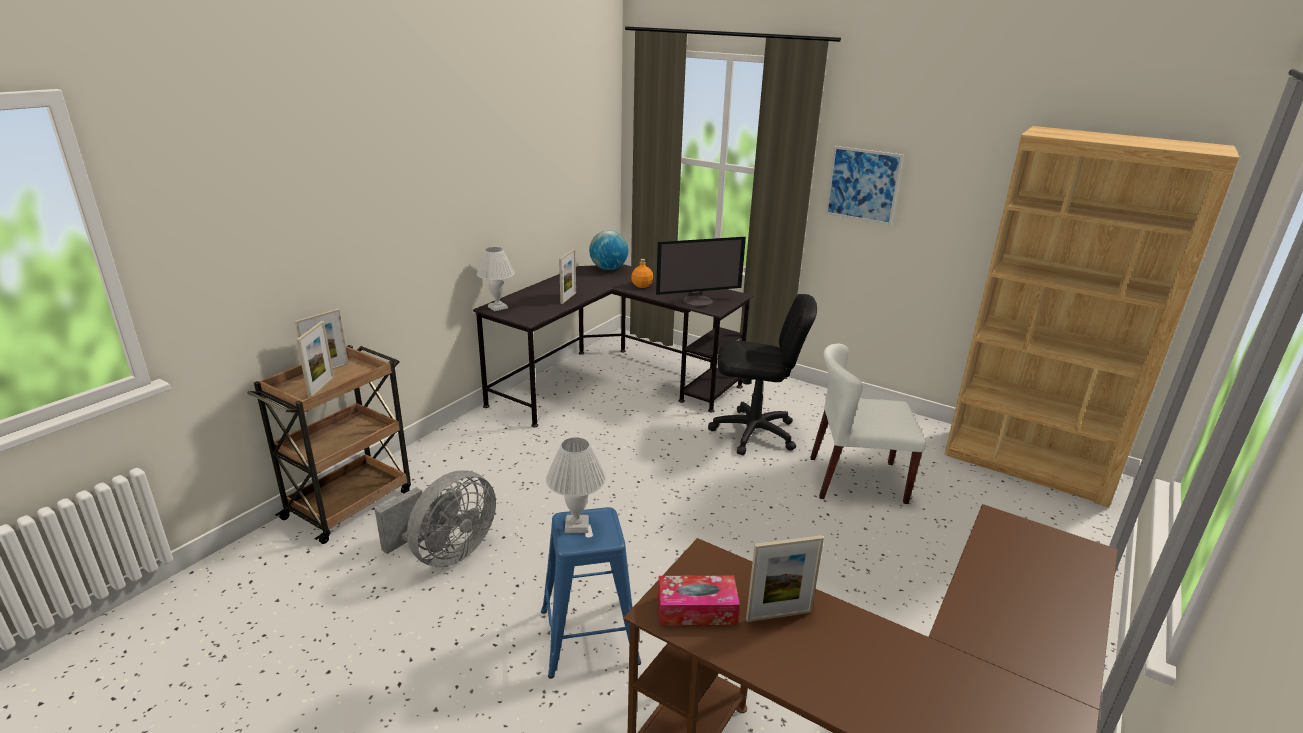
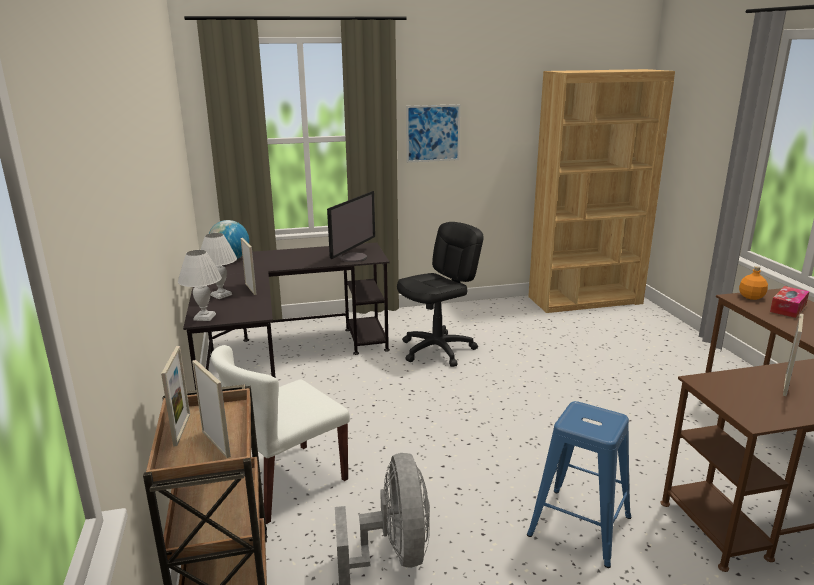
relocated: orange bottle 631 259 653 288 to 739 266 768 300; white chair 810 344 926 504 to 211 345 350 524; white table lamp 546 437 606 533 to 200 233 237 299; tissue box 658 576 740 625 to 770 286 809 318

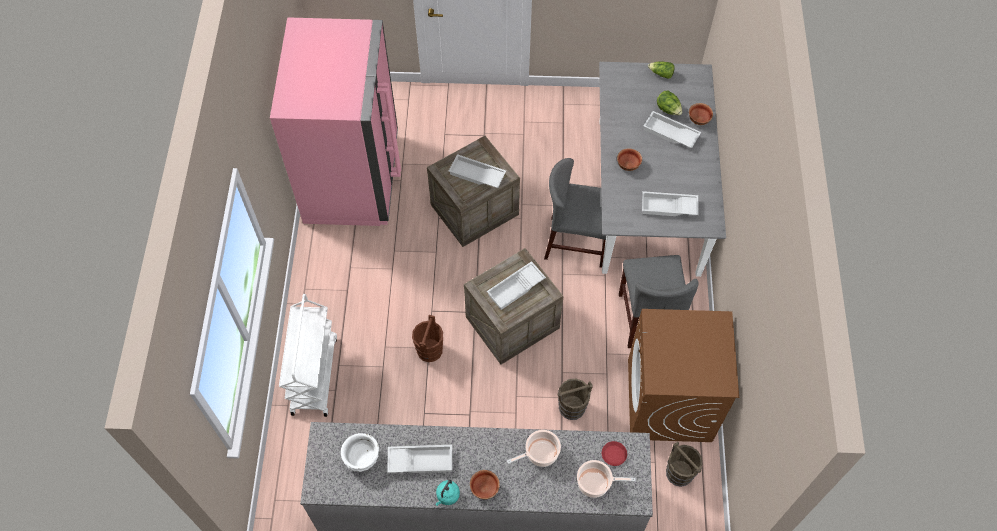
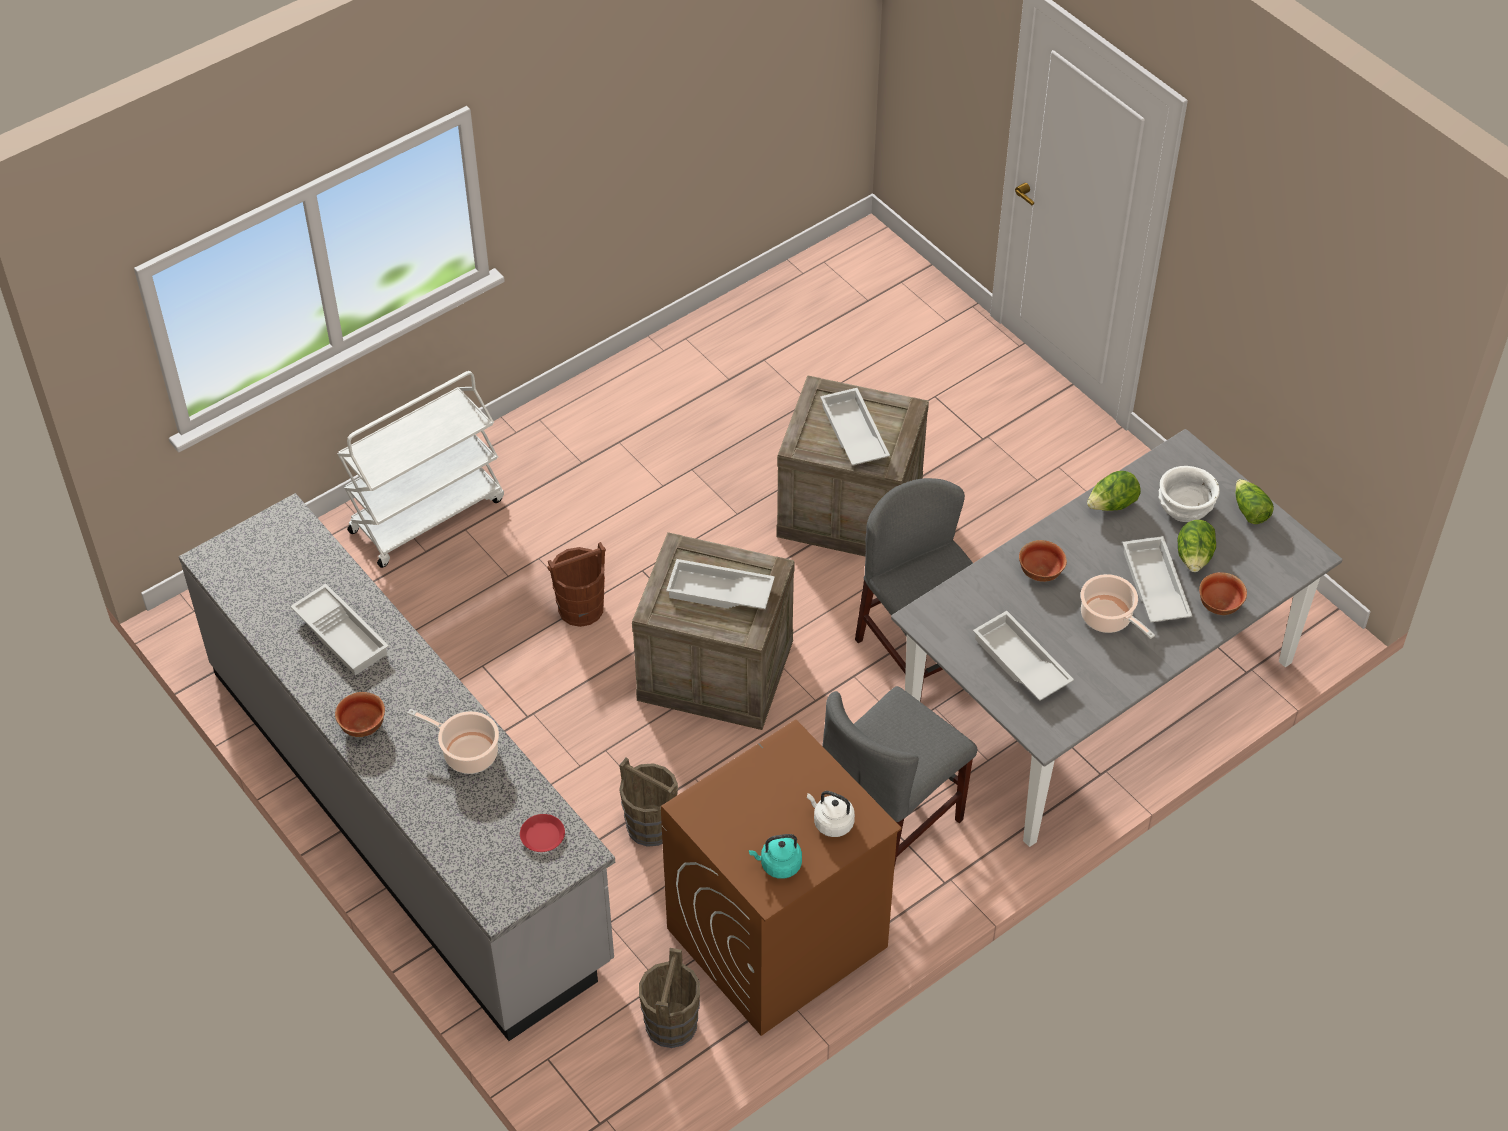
missing: pink fridge 270 17 401 226
appeared: lettuce 1087 471 1141 511; white kettle 807 791 855 837
relocated: white bowl 341 433 379 472 to 1158 466 1220 522; cooking pot 577 460 636 498 to 1080 574 1155 639; turquoise kettle 435 480 460 506 to 749 834 802 879

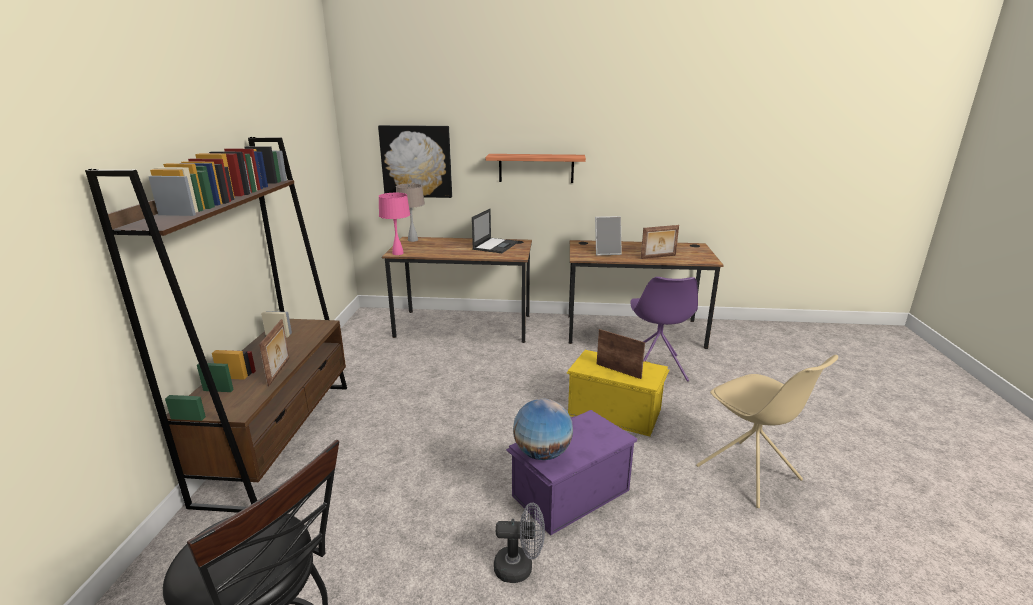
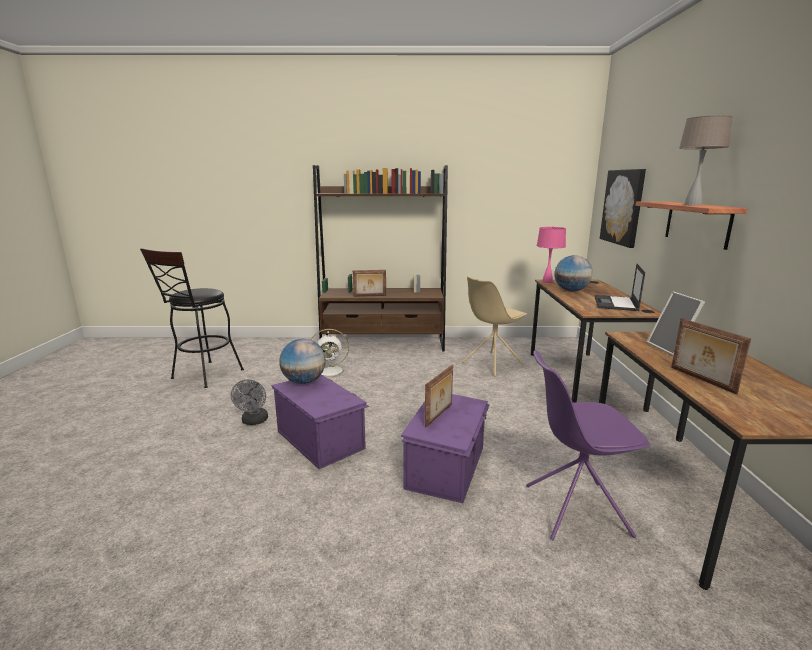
appeared: globe 554 255 593 292; white fan 311 329 350 379
relocated: beige table lamp 396 184 425 242 to 679 115 733 205; beige chair 696 355 838 508 to 462 276 527 376
colour: yellow storage box 566 350 669 437 to purple storage box 401 394 490 503
spun: laptop 472 209 518 253 = 595 264 645 311 90 degrees clockwise

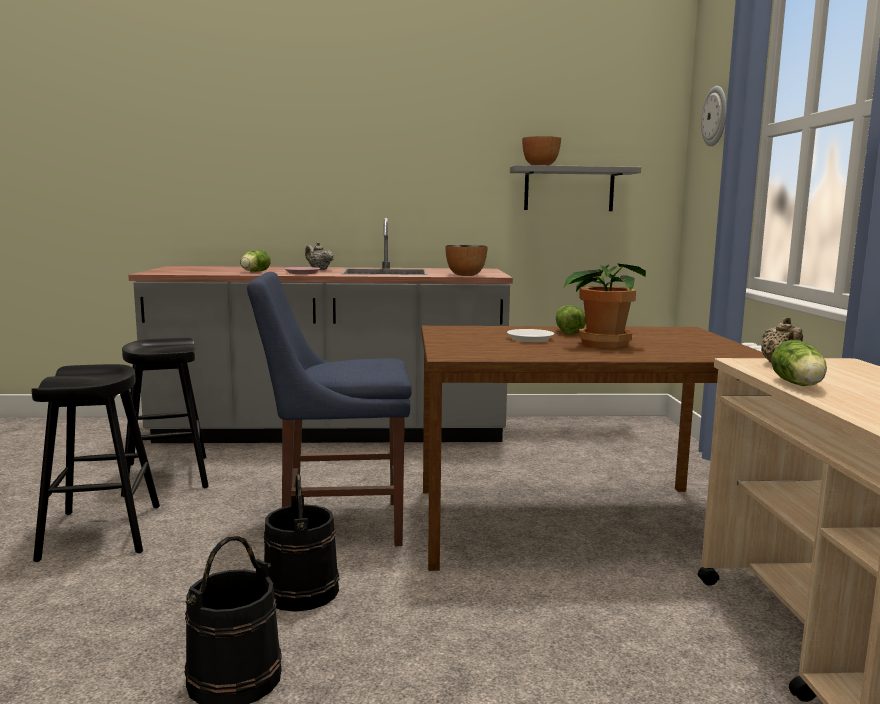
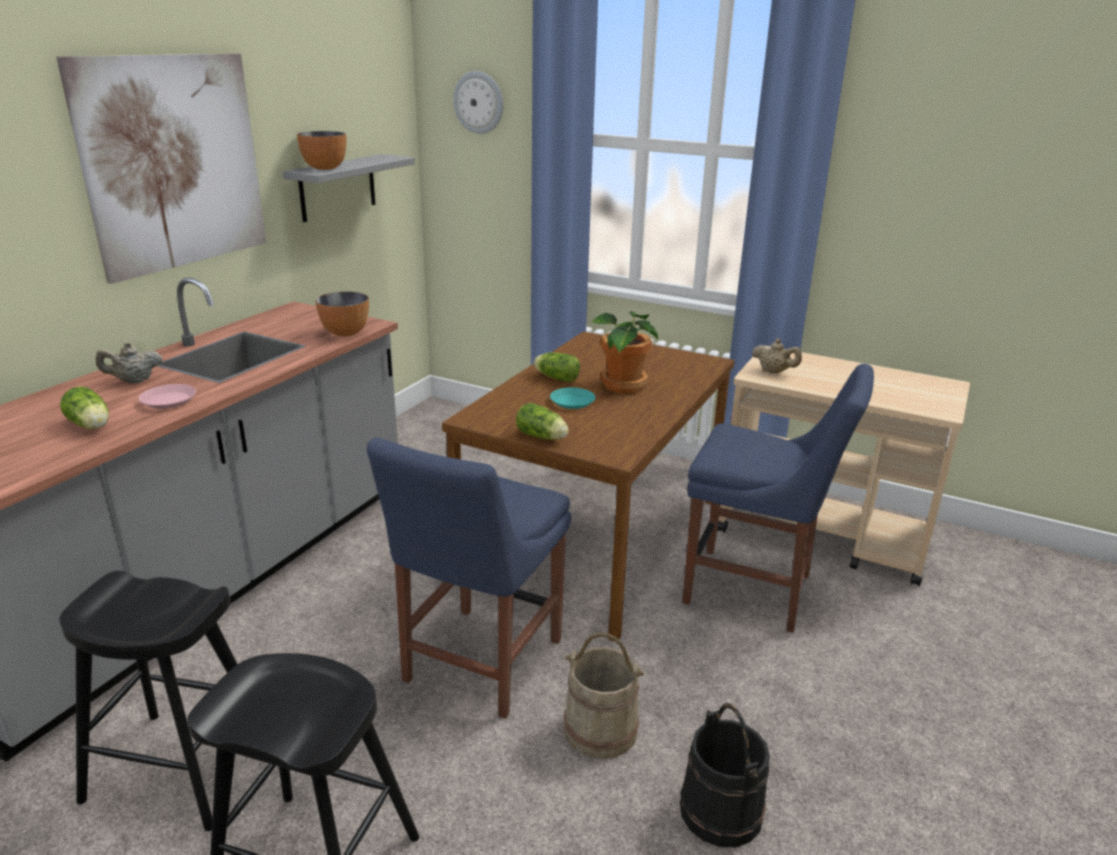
appeared: picture 56 53 266 284; blue chair 682 364 874 633
relocated: lettuce 771 340 827 386 to 516 403 569 440
colour: white plate 507 329 554 342 to turquoise plate 550 387 595 409; black bucket 264 474 339 612 to beige bucket 564 633 645 759

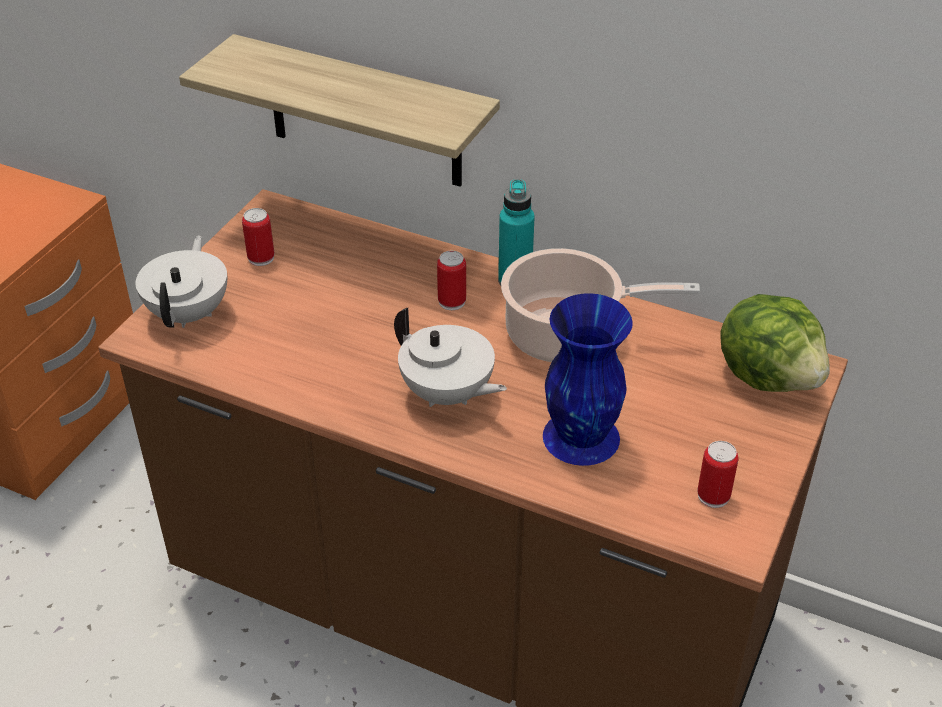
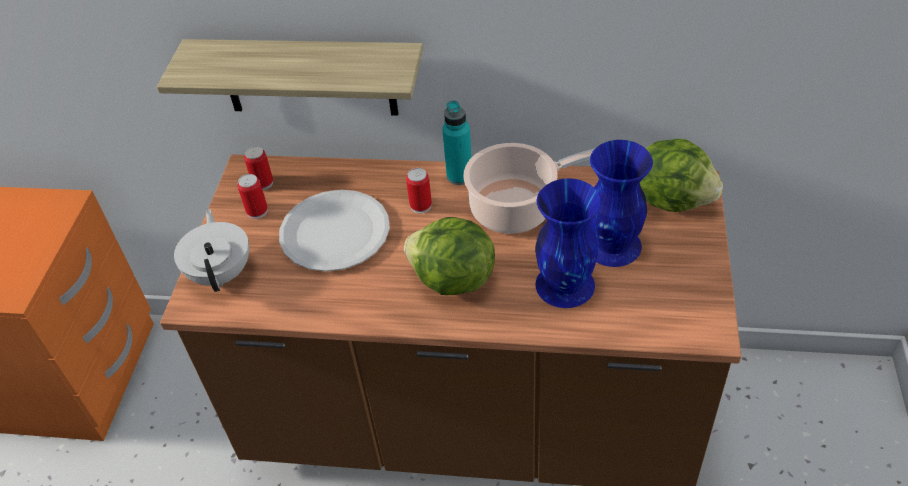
appeared: blue vase 589 140 653 267; white plate 279 190 390 272
relocated: can 697 441 739 508 to 244 146 273 190
exchanged: white teapot 394 308 507 407 to lettuce 404 217 495 295

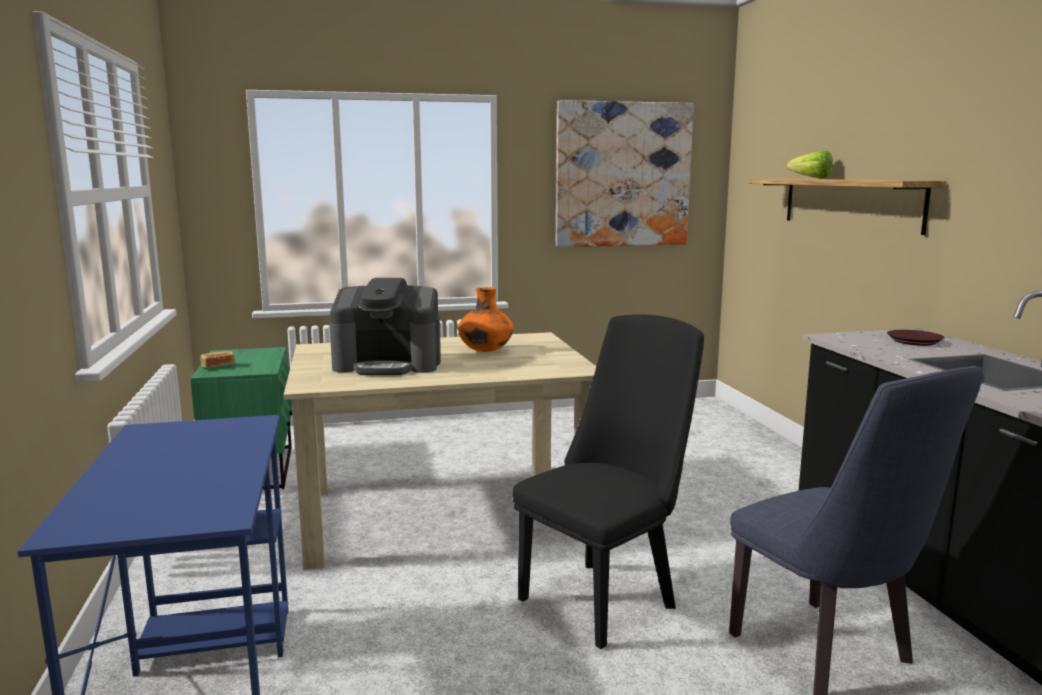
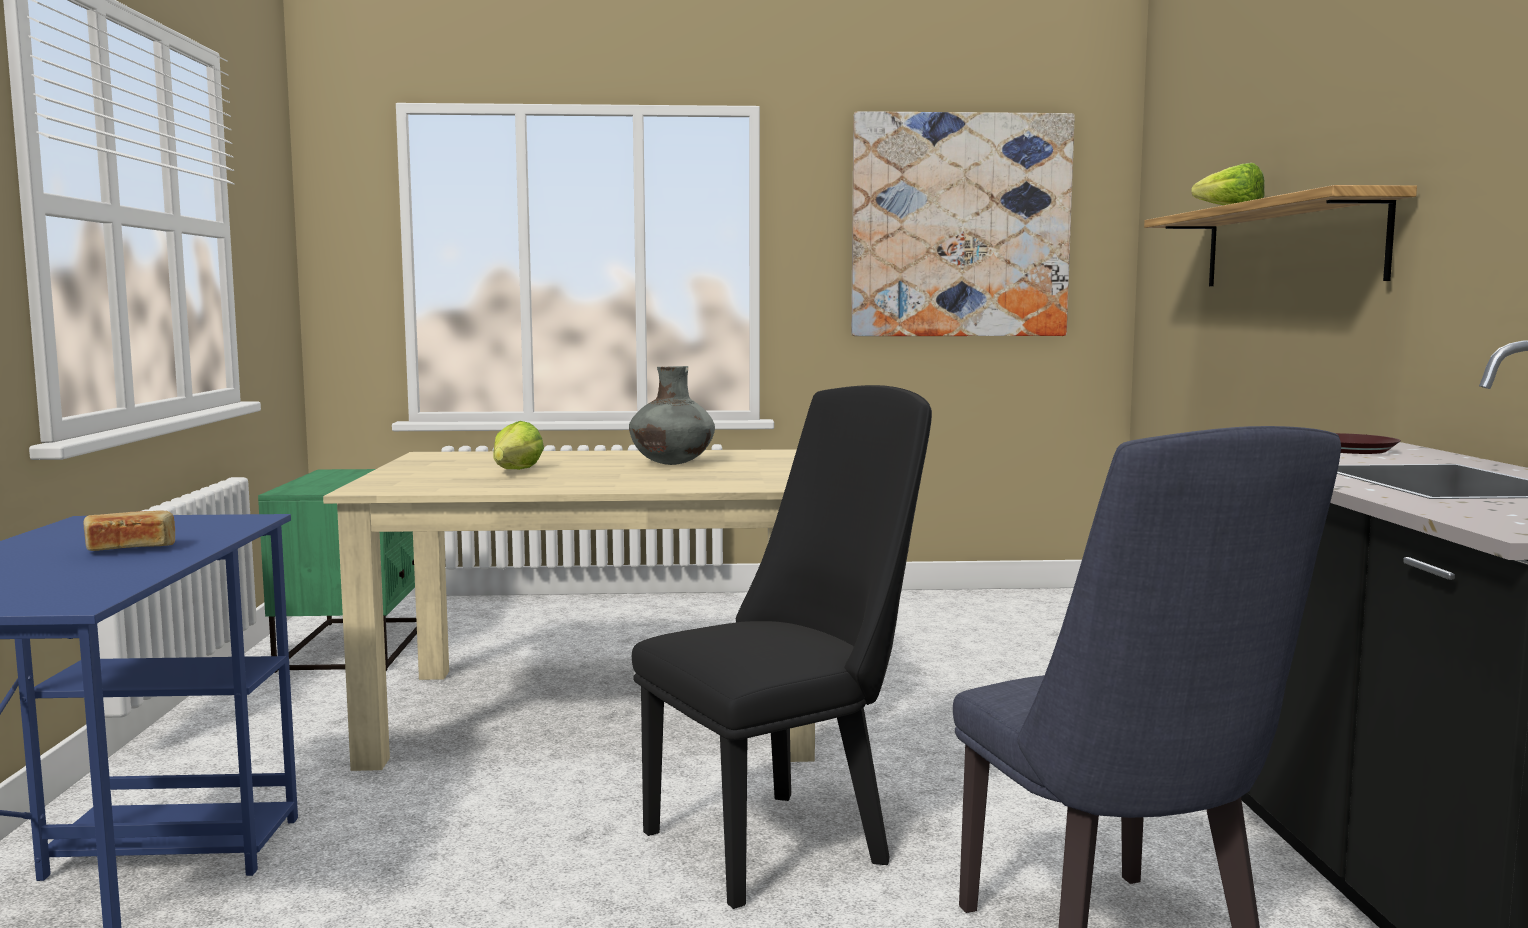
relocated: bread 200 351 235 368 to 84 511 175 551
exchanged: coffee machine 330 278 441 375 to lettuce 493 421 544 470
colour: orange vase 458 287 514 352 to grey vase 629 366 715 465

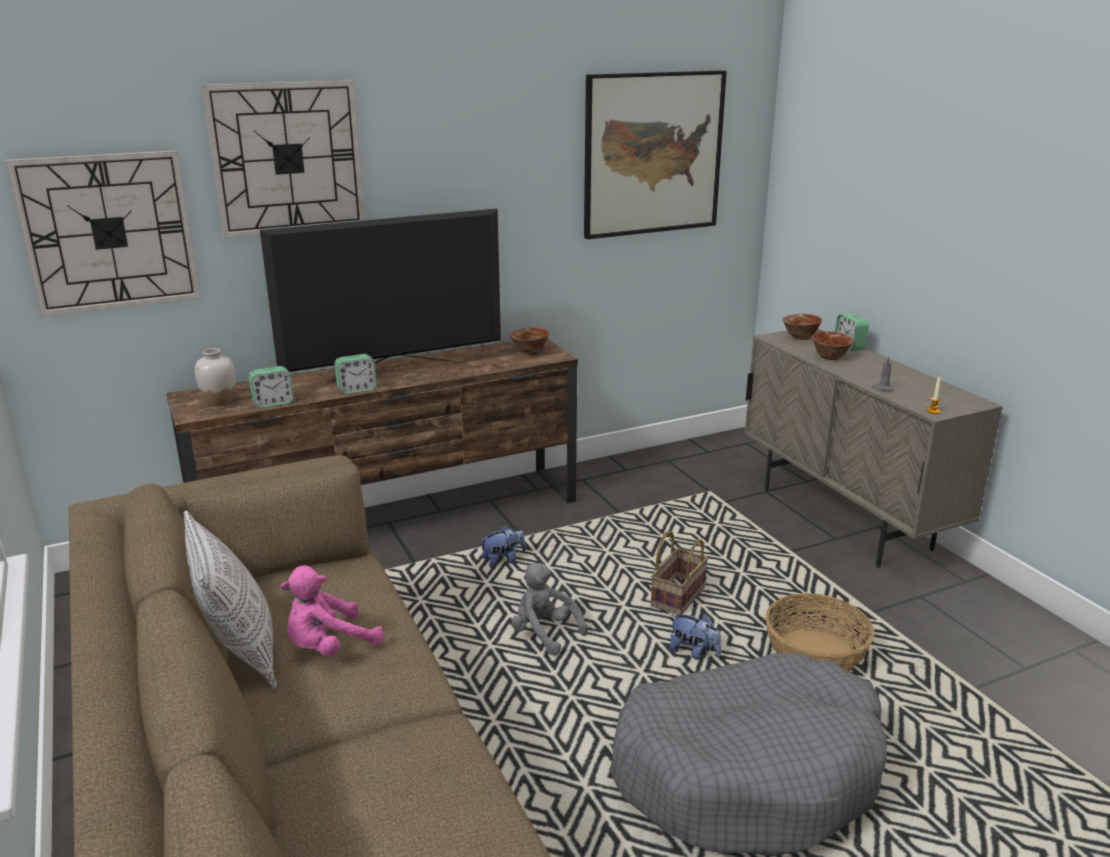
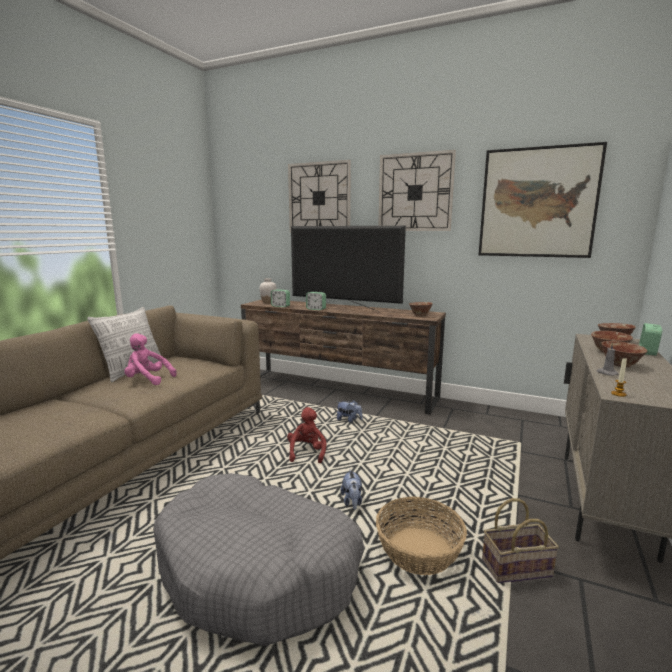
appeared: bowl 601 341 647 367
relocated: wall clock 6 150 200 316 to 378 150 456 231; basket 651 530 708 616 to 482 498 559 583
colour: grey plush toy 512 563 588 655 to red plush toy 287 407 326 463

